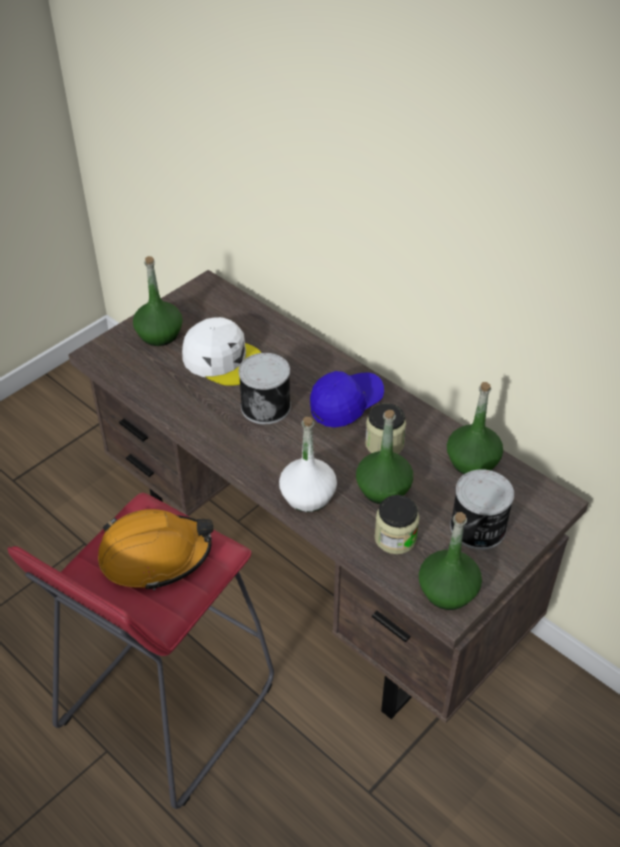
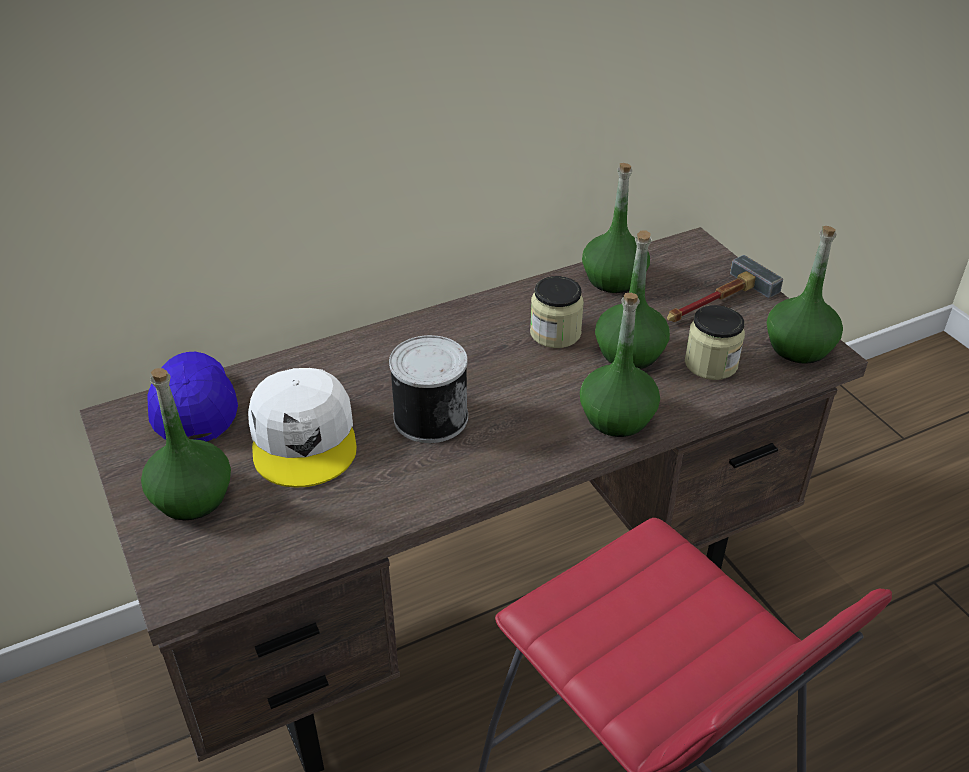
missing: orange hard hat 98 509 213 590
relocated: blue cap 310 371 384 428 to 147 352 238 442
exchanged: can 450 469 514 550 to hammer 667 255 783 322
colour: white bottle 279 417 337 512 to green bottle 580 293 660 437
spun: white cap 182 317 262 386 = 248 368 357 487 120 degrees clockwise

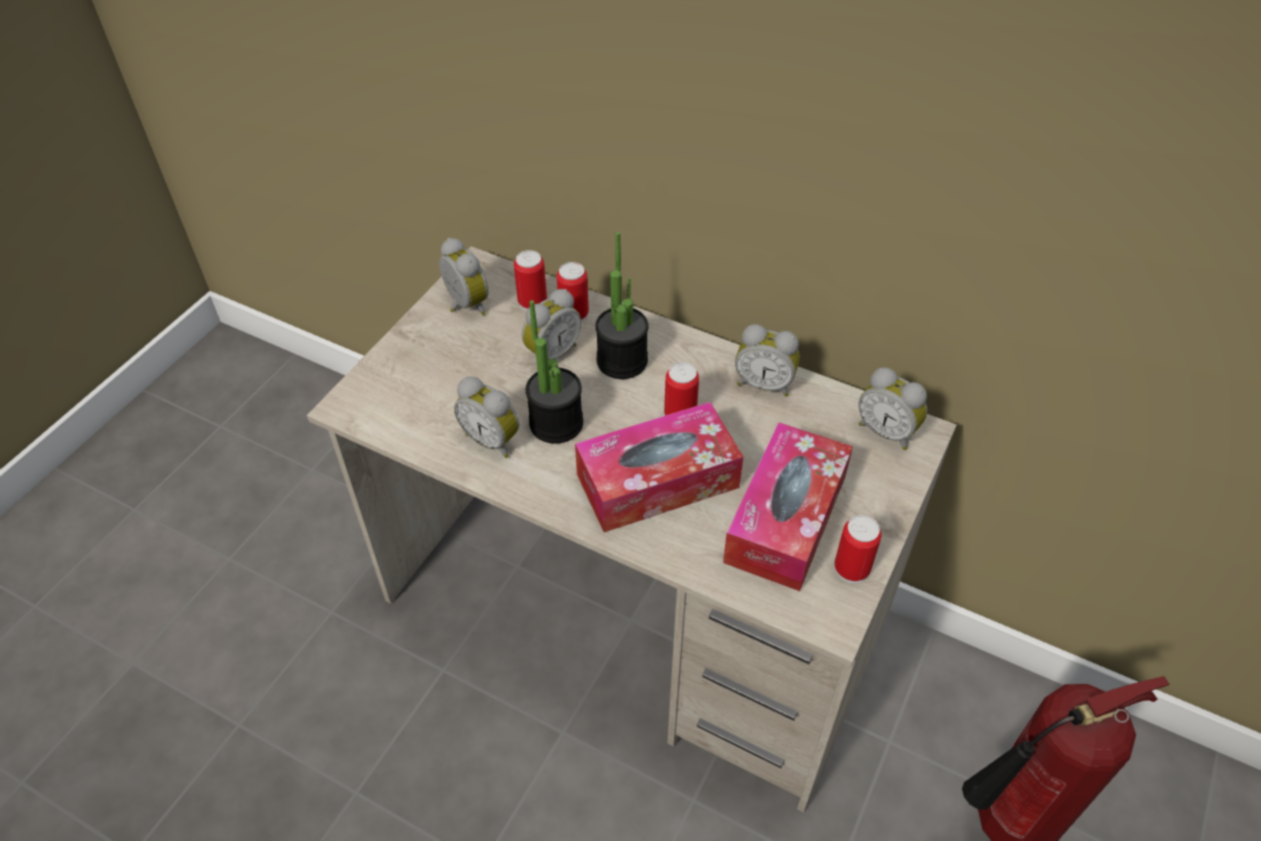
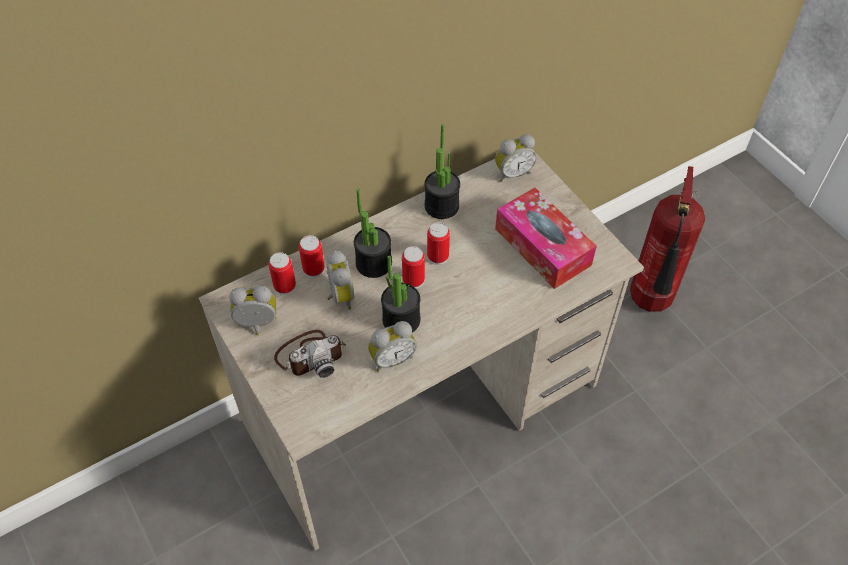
missing: tissue box 575 402 743 532
appeared: photo camera 274 330 346 378
relocated: can 834 515 881 584 to 402 246 425 289
exchanged: alarm clock 735 324 800 397 to potted plant 425 124 460 219

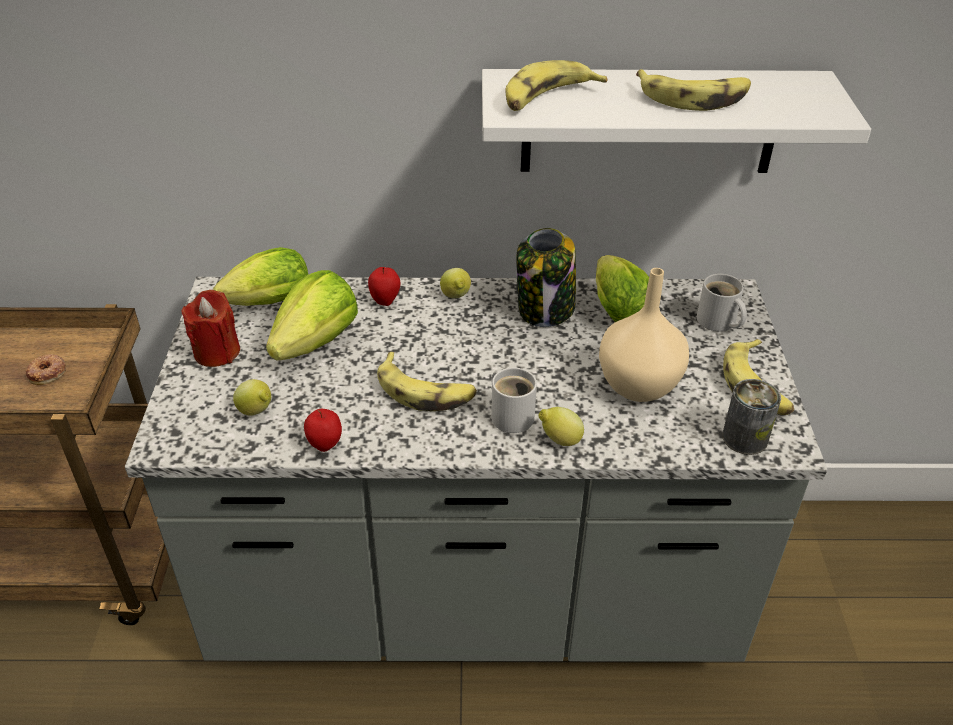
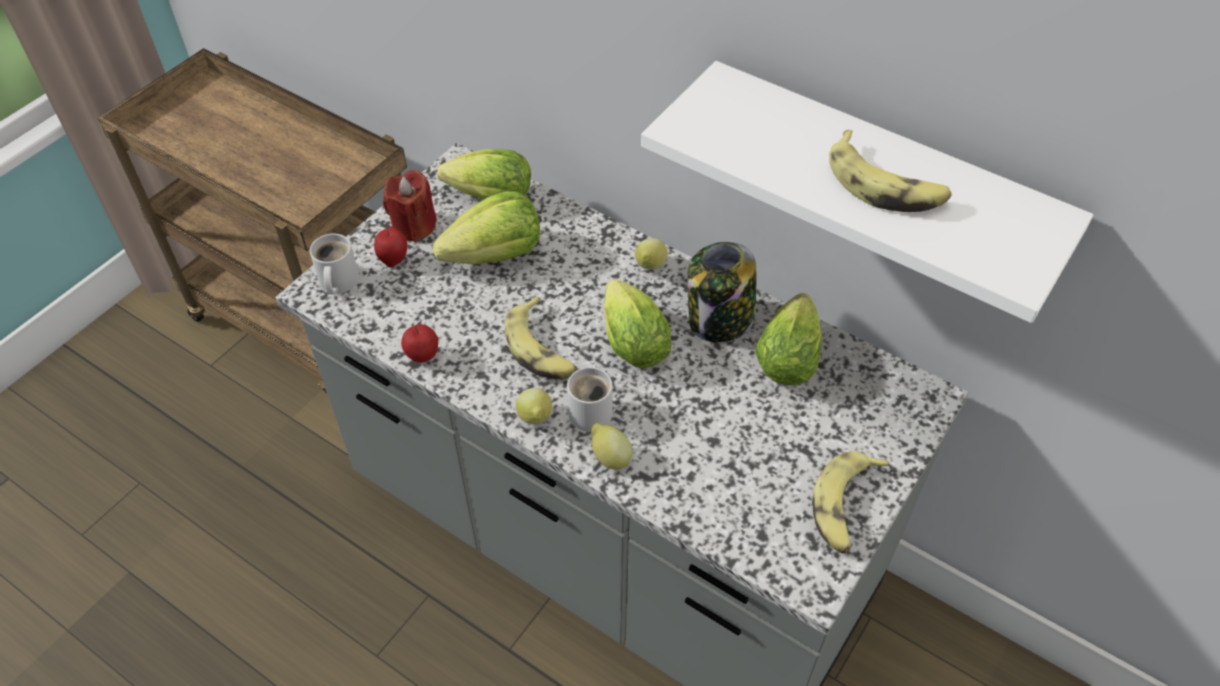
missing: banana 505 60 607 111; beige vase 599 268 689 402; donut 26 354 66 385; can 722 379 781 455
appeared: lettuce 604 279 671 368
relocated: apple 368 267 400 306 to 374 227 407 267; white mug 697 274 747 332 to 310 233 359 295; lemon 233 379 271 415 to 516 388 552 424

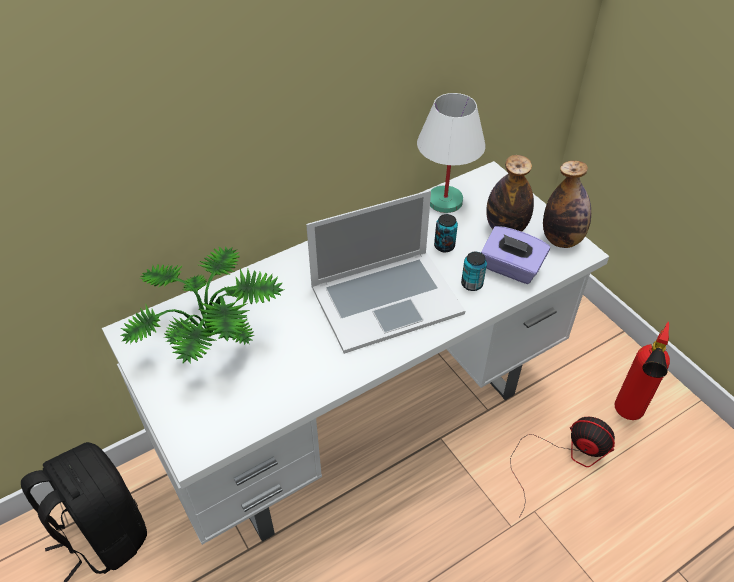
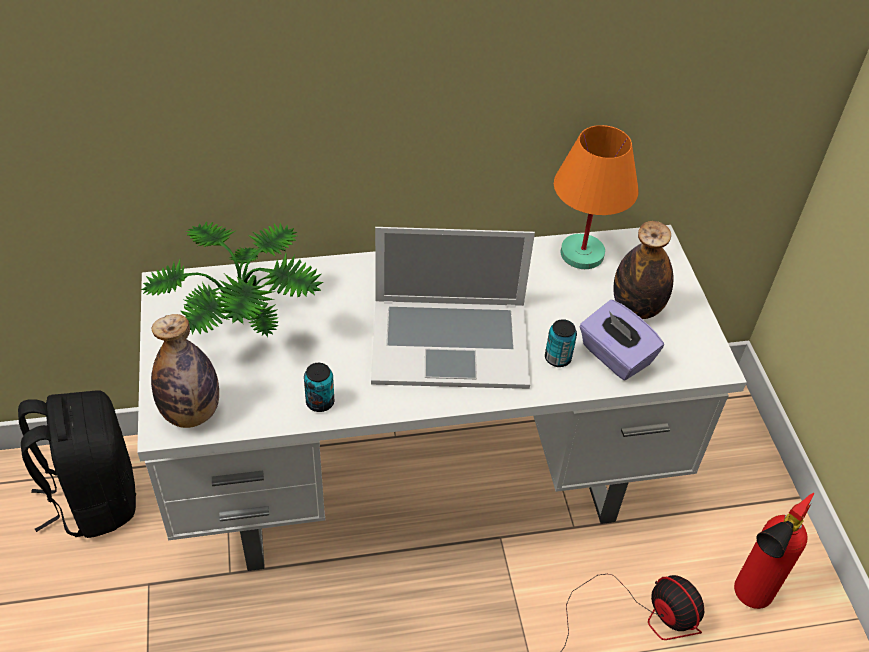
relocated: bottle 543 161 591 248 to 151 314 219 428; can 434 214 458 252 to 304 363 334 412
colour: white table lamp 417 93 485 213 to orange table lamp 554 125 638 269

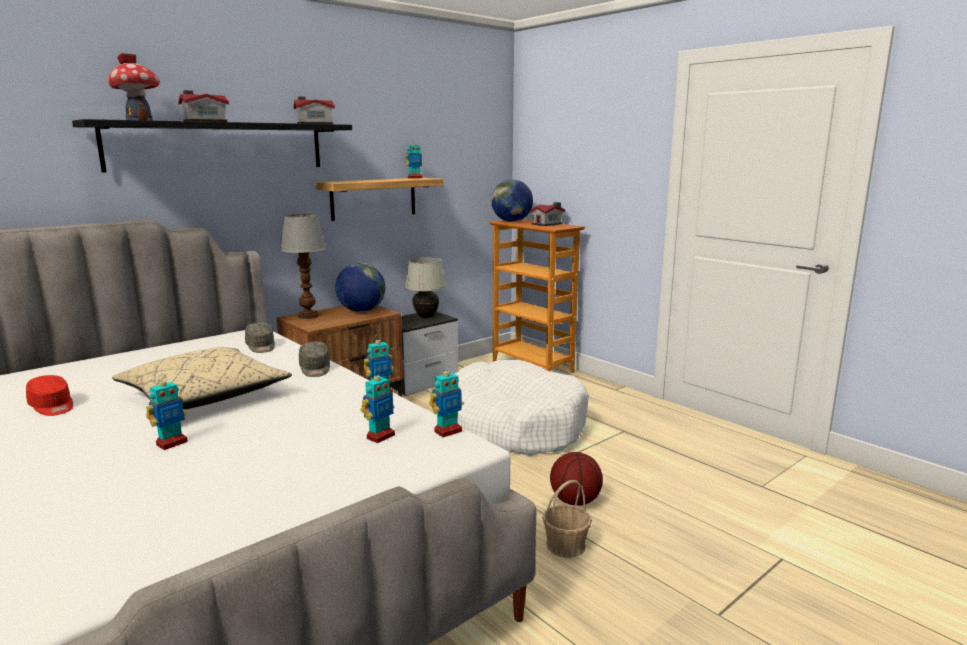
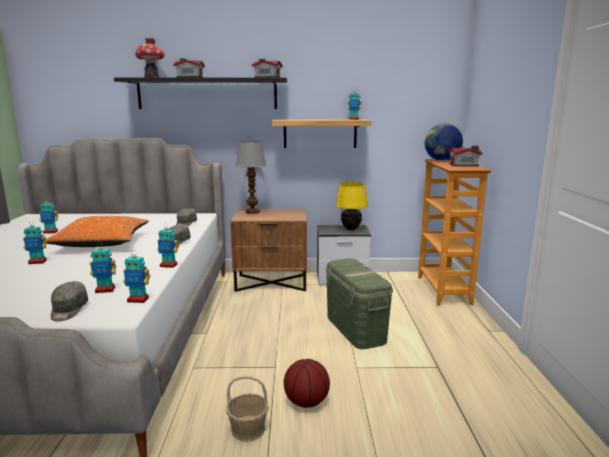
missing: globe 335 263 385 312
appeared: grey cap 51 281 88 321
exchanged: white dog bed 455 360 589 456 to green storage box 326 258 393 349; red cap 26 375 73 416 to toy robot 39 198 58 234
colour: white table lamp 405 257 446 318 to yellow table lamp 335 182 368 230; beige pillow 112 347 292 410 to orange pillow 46 216 149 247

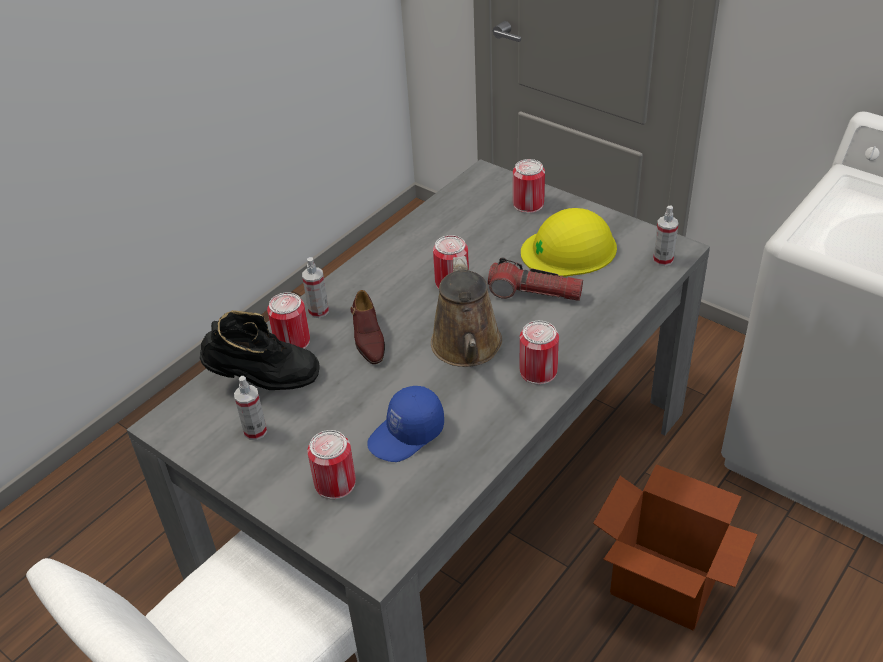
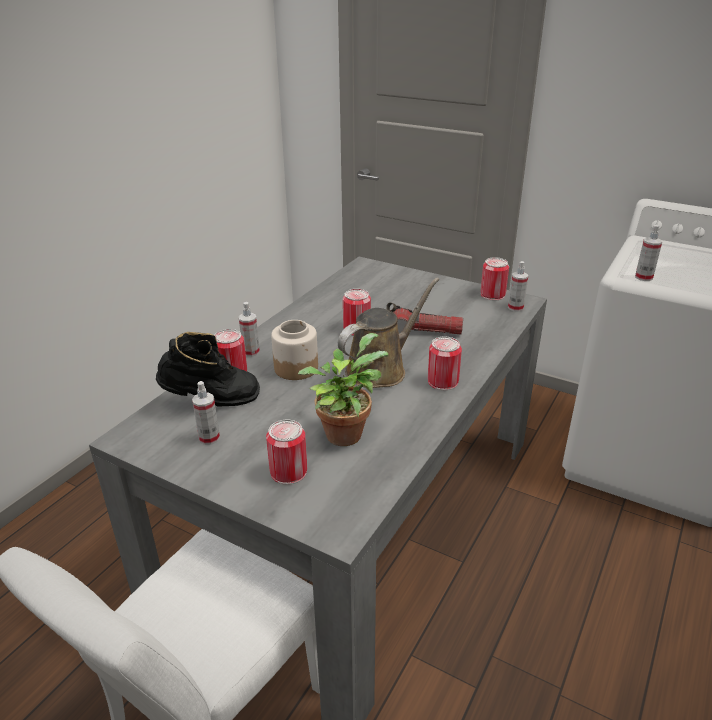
missing: yellow hard hat 521 208 617 277; cardboard box 593 464 758 630
appeared: spray bottle 635 225 662 281
relocated: can 513 159 545 213 to 480 257 509 301
exchanged: brown shoe 350 290 385 364 to jar 271 320 318 380; blue cap 367 386 444 462 to potted plant 298 333 388 446
spun: brown watering can 431 256 502 367 = 338 278 439 388 120 degrees counterclockwise

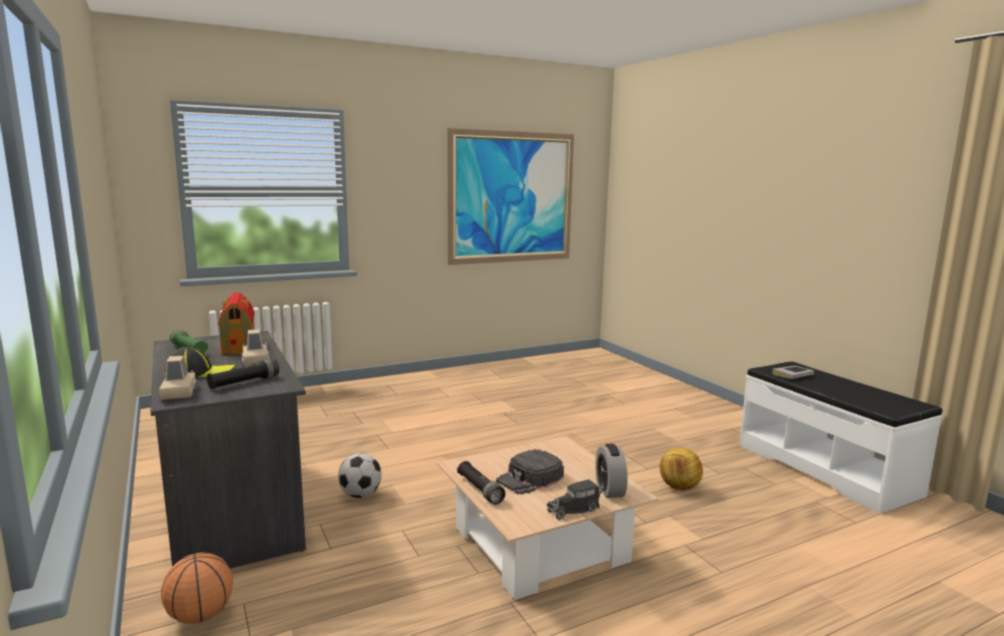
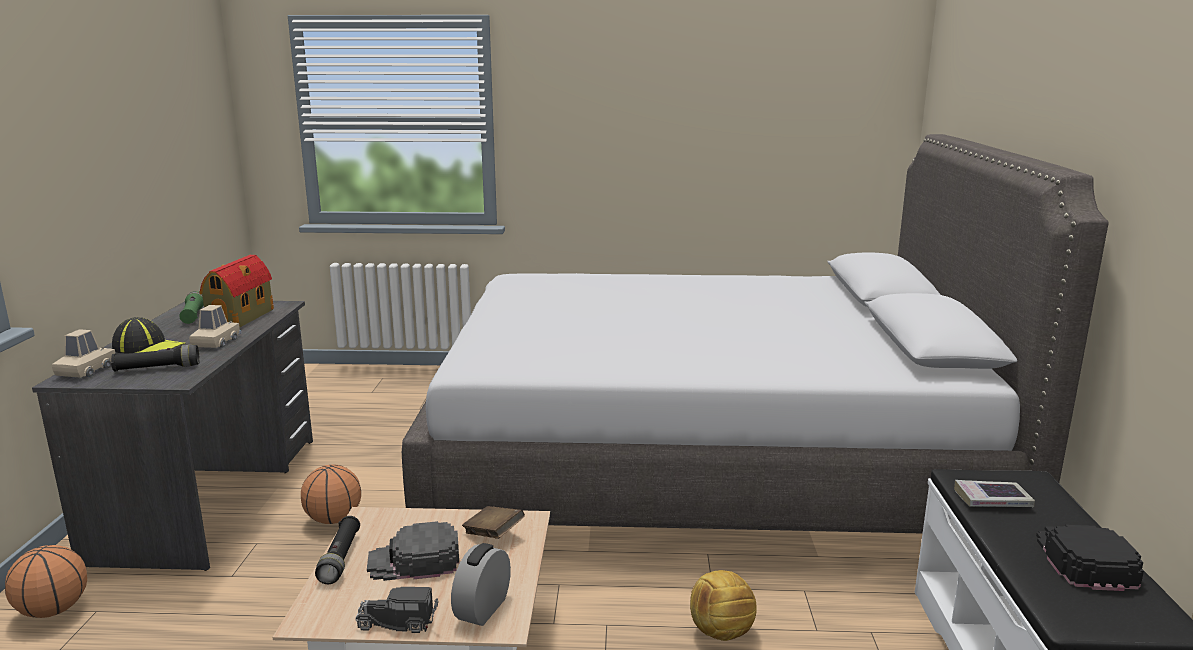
missing: picture 447 128 574 265
appeared: grey bed 402 134 1109 533; brown book 462 506 525 539; black cap 1036 524 1144 591
exchanged: football 338 453 381 498 to basketball 301 465 361 524

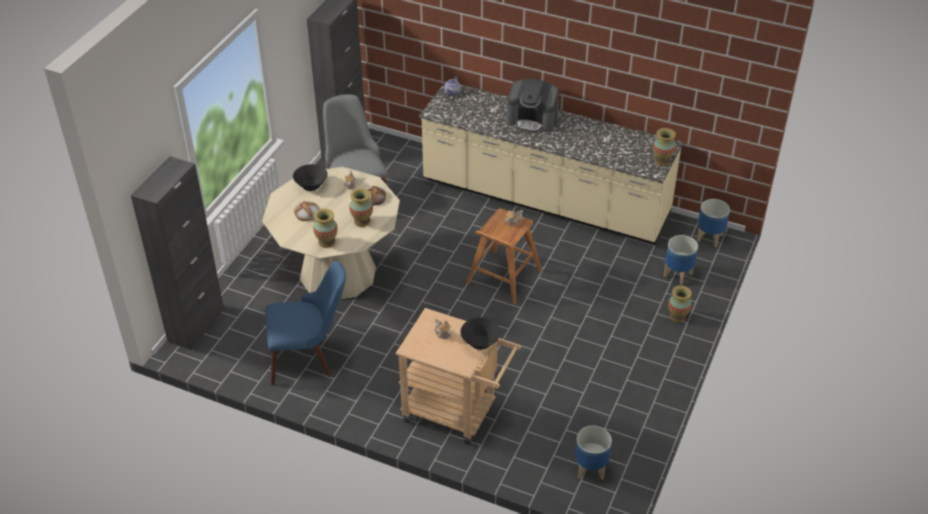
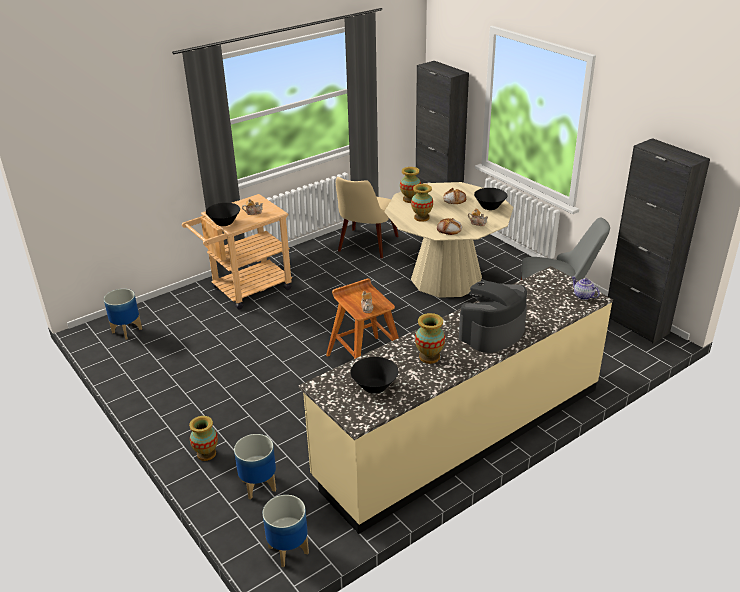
appeared: black bowl 350 357 398 394
relocated: vase 653 128 676 166 to 415 313 445 364
colour: blue chair 265 261 346 385 to beige chair 336 177 399 258

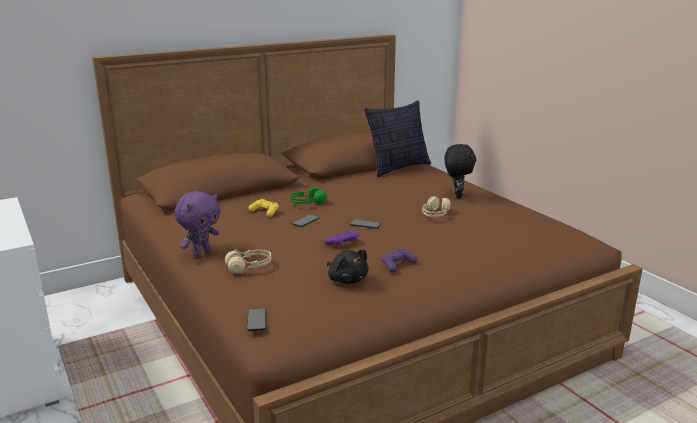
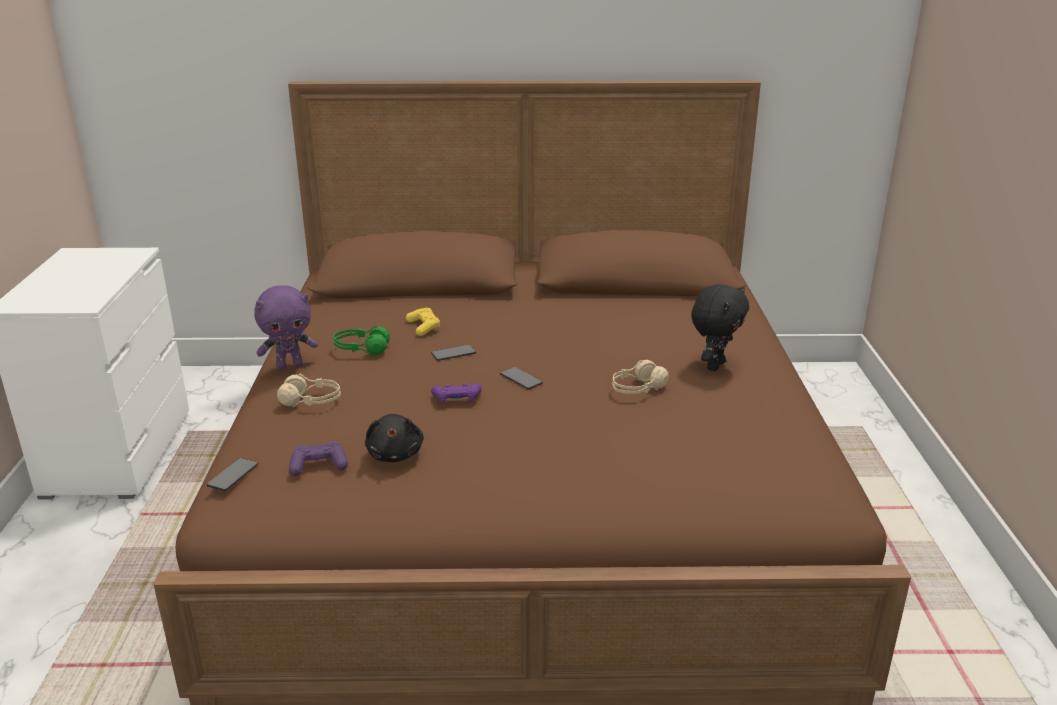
missing: pillow 365 100 431 177
relocated: green headphones 290 187 327 205 to 333 326 390 355; purple game controller 382 248 417 273 to 289 442 348 476

